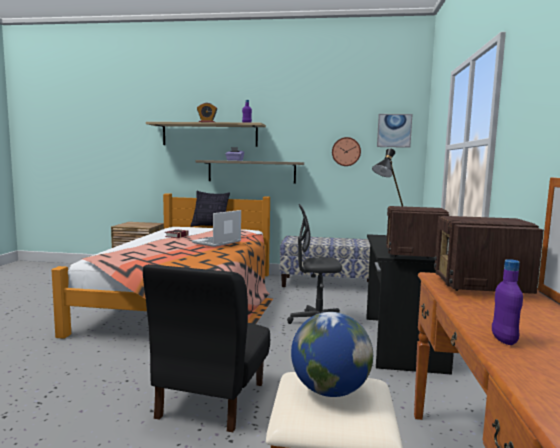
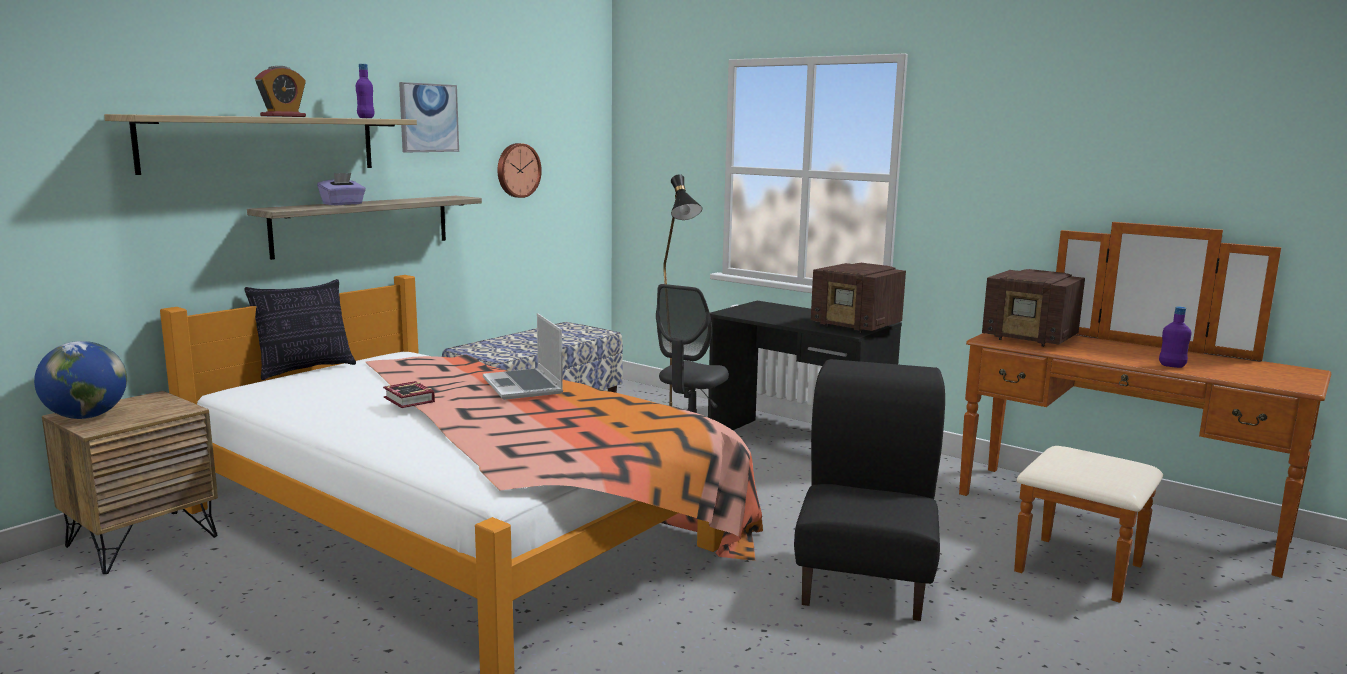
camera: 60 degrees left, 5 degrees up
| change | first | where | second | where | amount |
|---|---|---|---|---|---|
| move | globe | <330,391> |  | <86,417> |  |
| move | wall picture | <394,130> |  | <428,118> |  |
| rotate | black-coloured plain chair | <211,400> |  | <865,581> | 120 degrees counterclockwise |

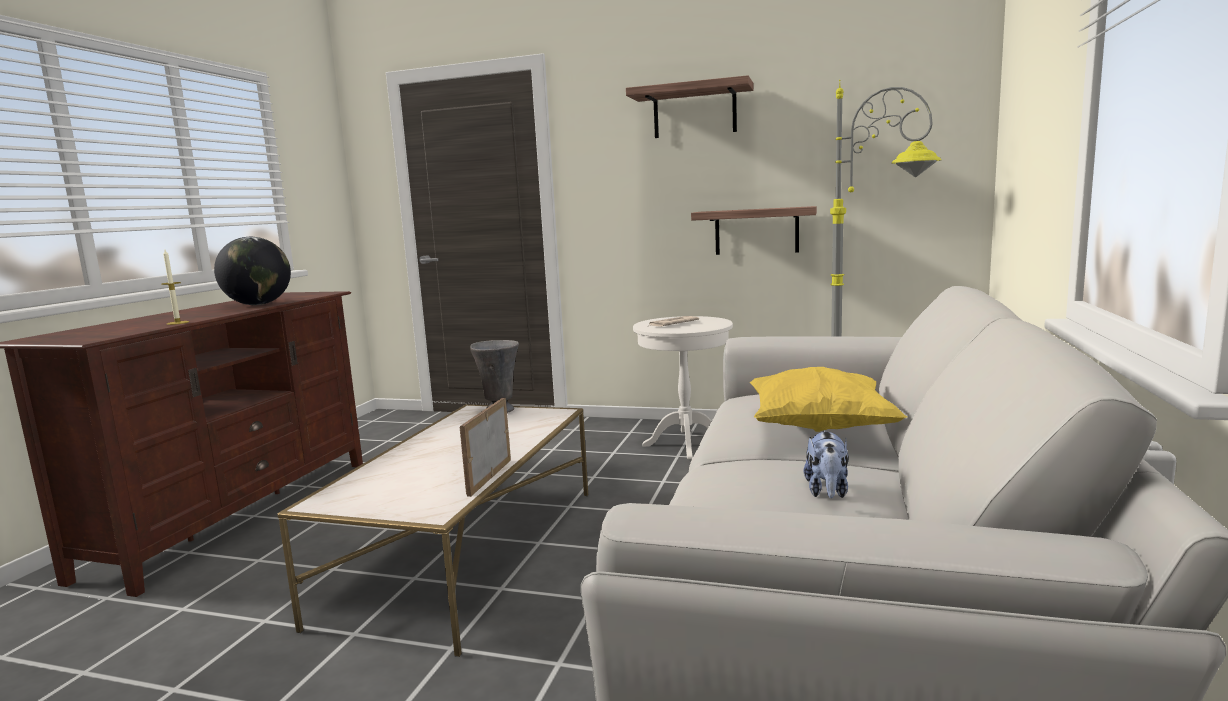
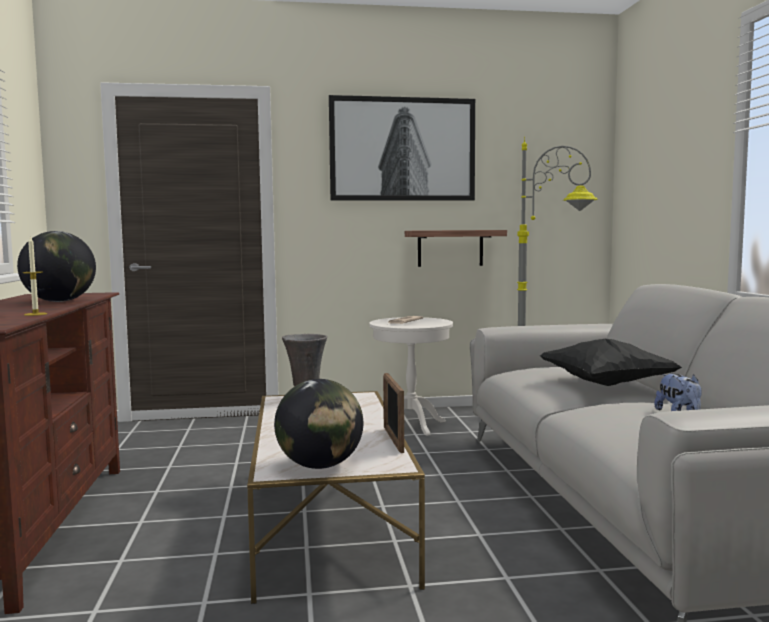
camera: 25 degrees left, 5 degrees down
| change | first | where | second | where | amount |
|---|---|---|---|---|---|
| insert |  |  | globe | <320,466> |  |
| replace | wall shelf | <694,111> | wall picture | <402,149> |  |
| recolor | yellow throw pillow | <819,428> | black-coloured throw pillow | <605,384> |  |

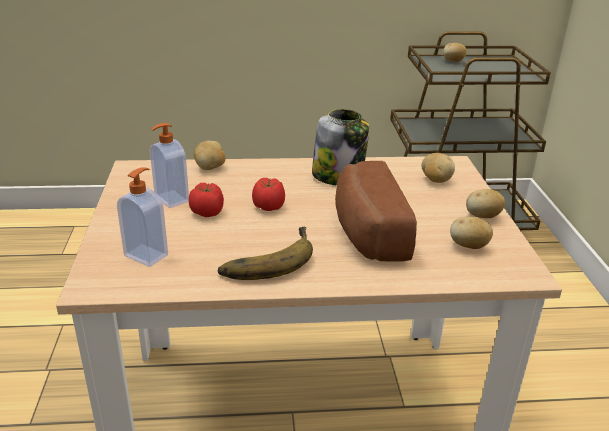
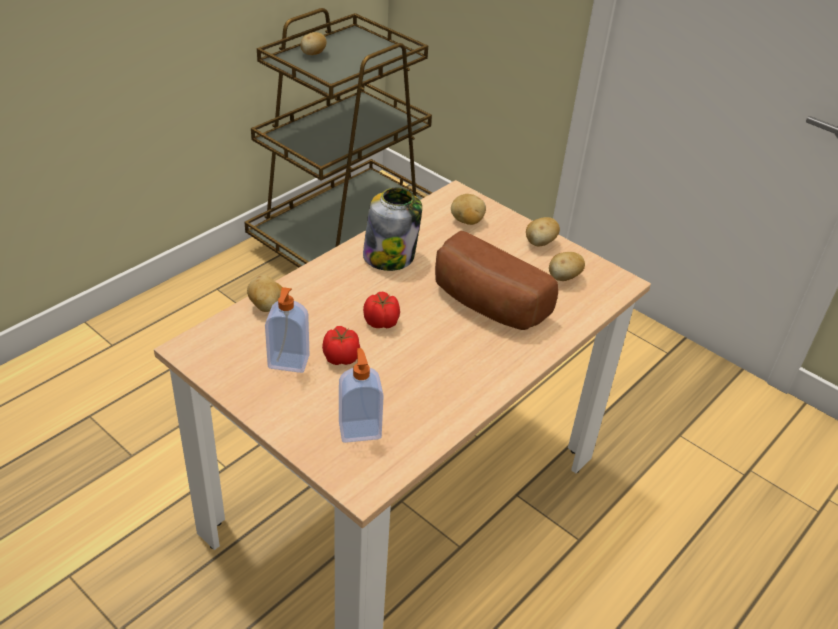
camera: 45 degrees left, 10 degrees up
| change | first | where | second | where | amount |
|---|---|---|---|---|---|
| delete | banana | <265,259> |  |  |  |

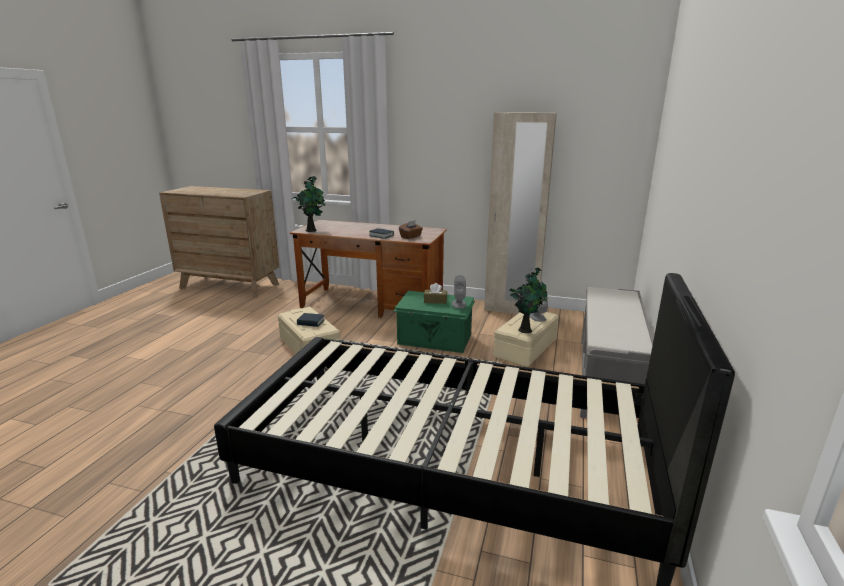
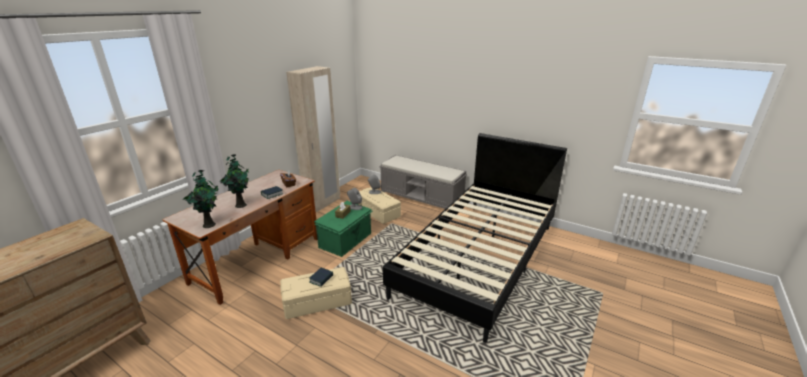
camera: 75 degrees left, 5 degrees up
| change | first | where | second | where | amount |
|---|---|---|---|---|---|
| move | plant in a pot | <526,330> |  | <240,205> |  |

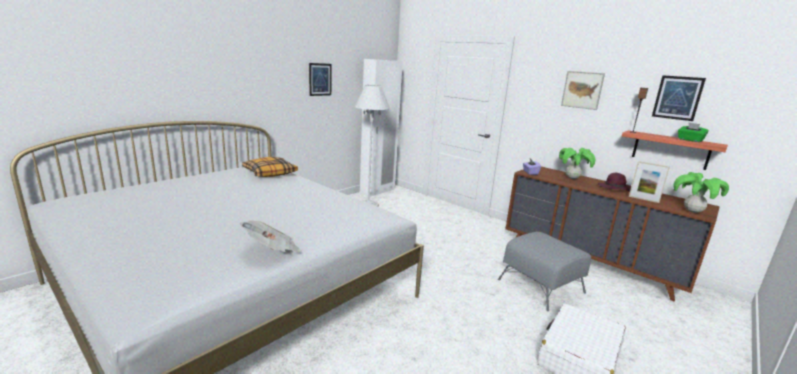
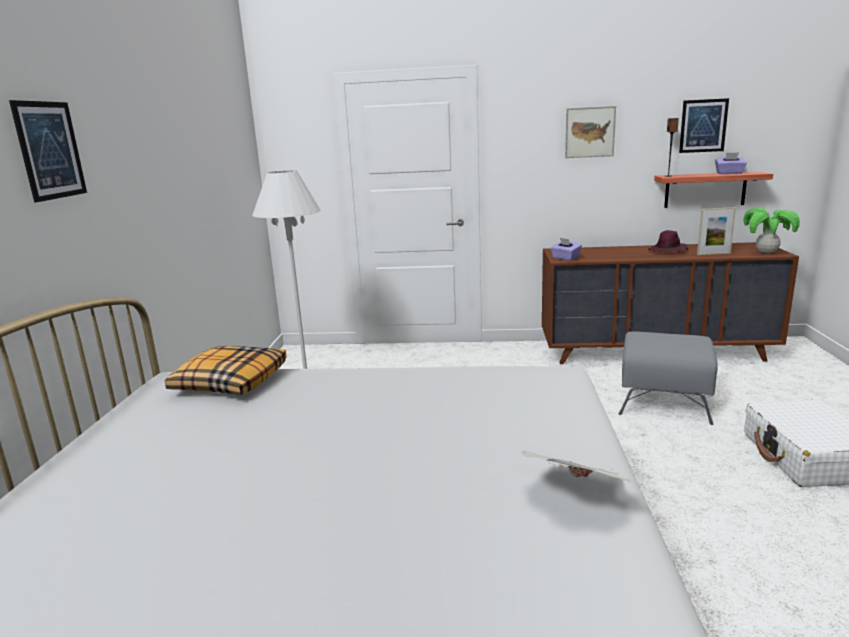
camera: 35 degrees left, 0 degrees up
| change | first | where | second | where | amount |
|---|---|---|---|---|---|
| move | wall picture | <320,79> |  | <50,150> |  |
| recolor | green tissue box | <690,140> | purple-coloured tissue box | <729,173> |  |
| delete | whitish clothes cupboard | <377,191> |  |  |  |
| delete | plant in a pot | <572,178> |  |  |  |

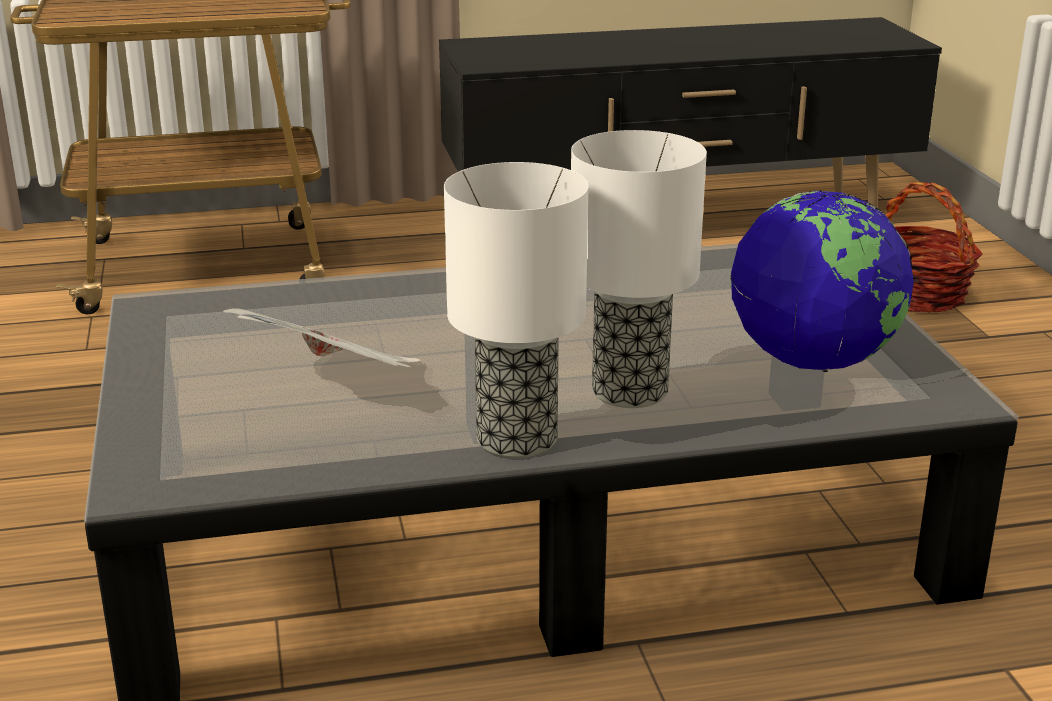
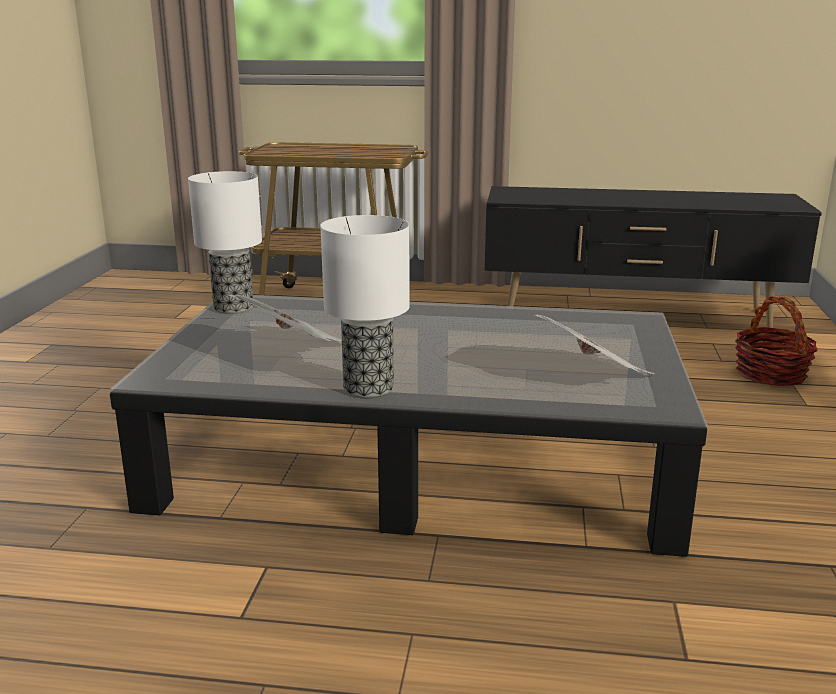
camera: 20 degrees right, 5 degrees down
| change | first | where | second | where | amount |
|---|---|---|---|---|---|
| move | tabletop lamp | <627,391> |  | <232,307> |  |
| replace | globe | <813,361> | printed paper | <591,375> |  |

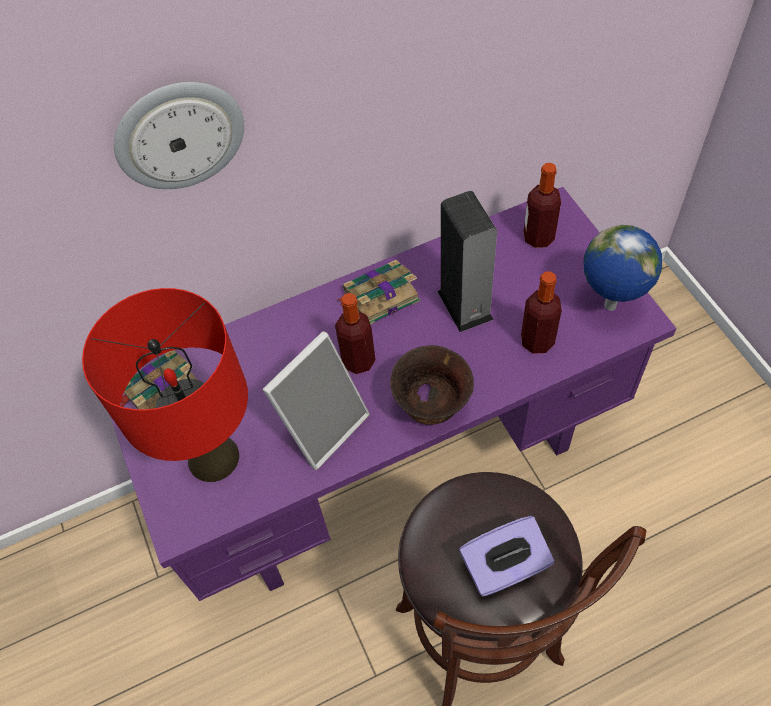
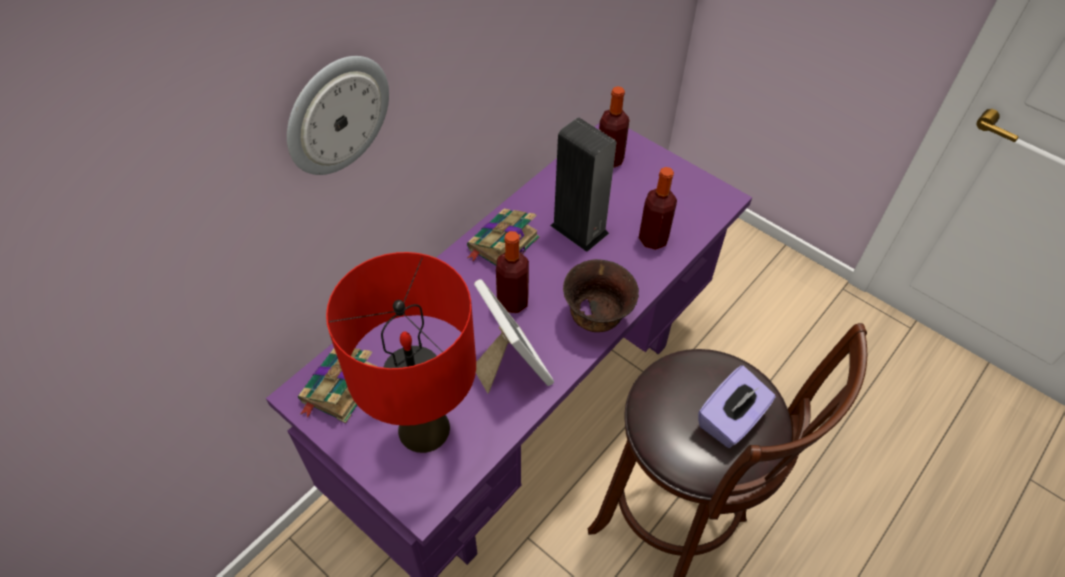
camera: 30 degrees left, 5 degrees down
| change | first | where | second | where | amount |
|---|---|---|---|---|---|
| rotate | standing frame | <322,425> |  | <510,365> | 45 degrees counterclockwise |
| delete | globe | <609,307> |  |  |  |

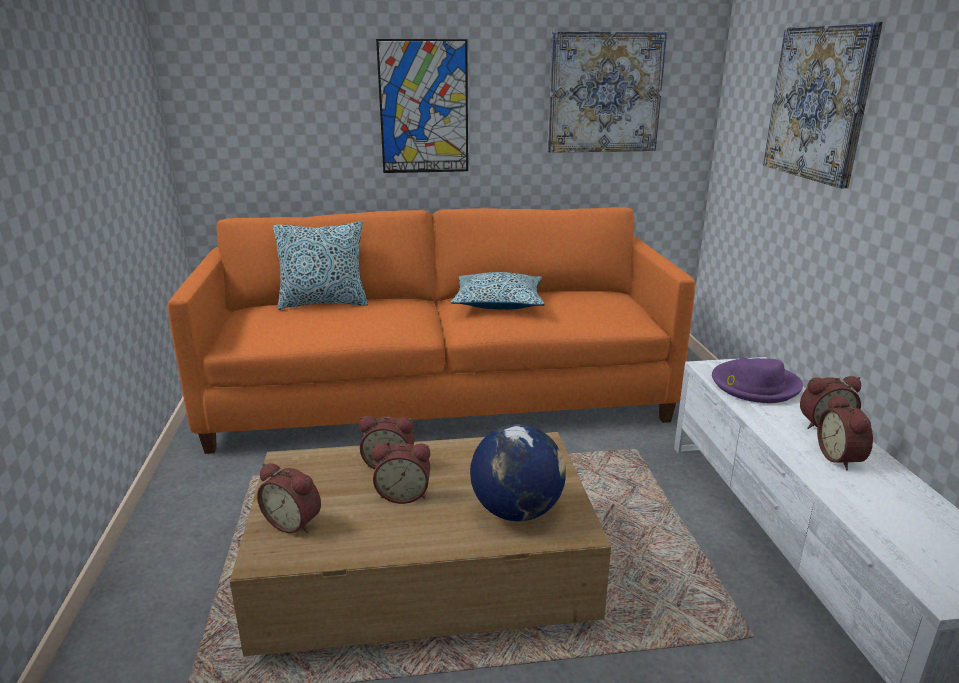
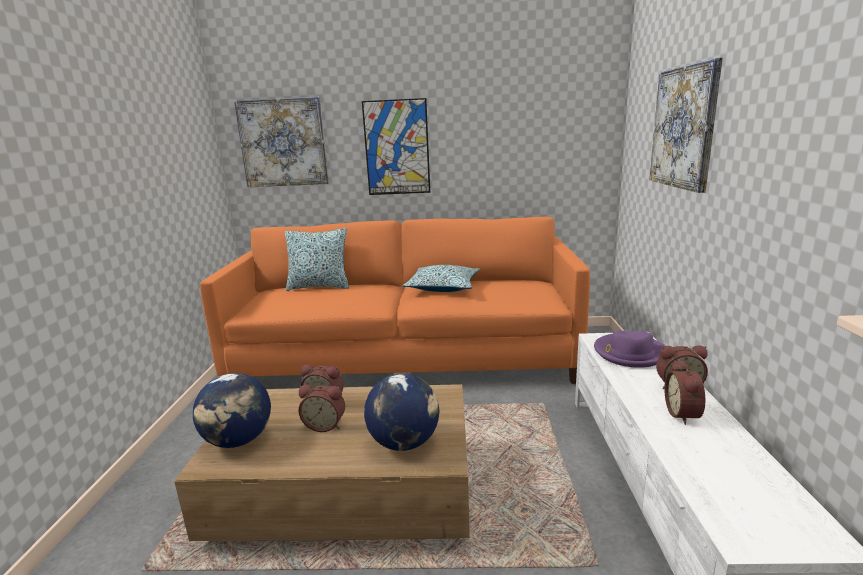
camera: 10 degrees right, 5 degrees down
| change | first | where | second | where | amount |
|---|---|---|---|---|---|
| replace | alarm clock | <294,522> | globe | <238,441> |  |
| move | wall picture | <604,93> |  | <283,143> |  |

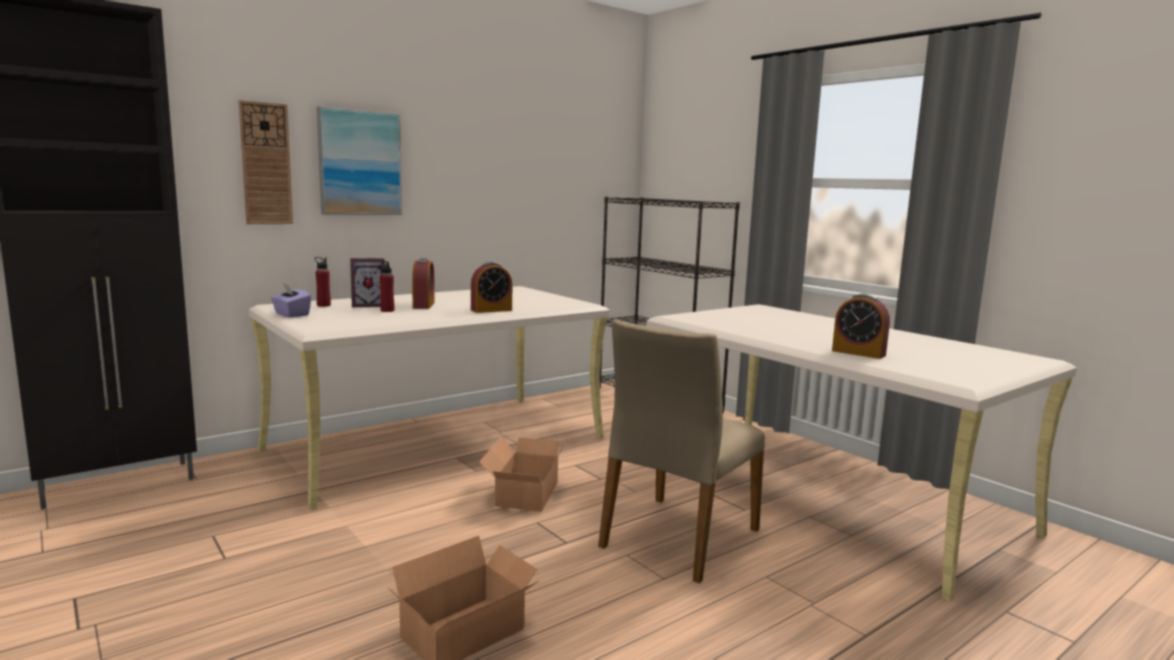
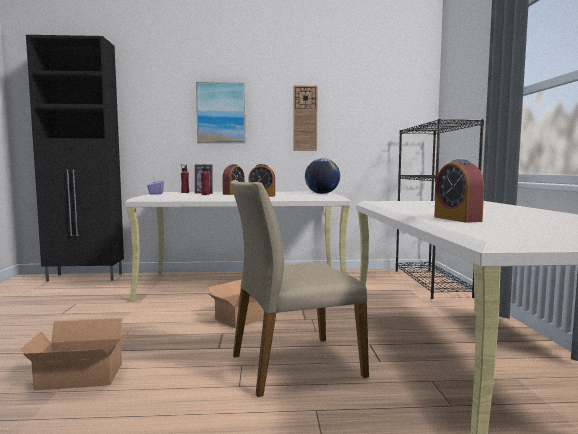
camera: 35 degrees right, 5 degrees down
| change | first | where | second | where | amount |
|---|---|---|---|---|---|
| move | hanging clock | <266,164> |  | <305,118> |  |
| insert |  |  | globe | <322,193> |  |

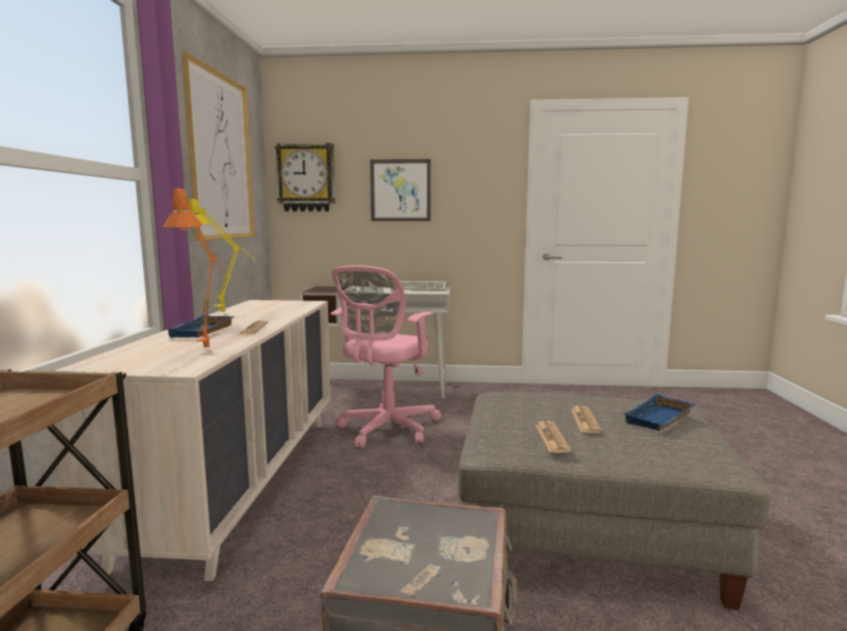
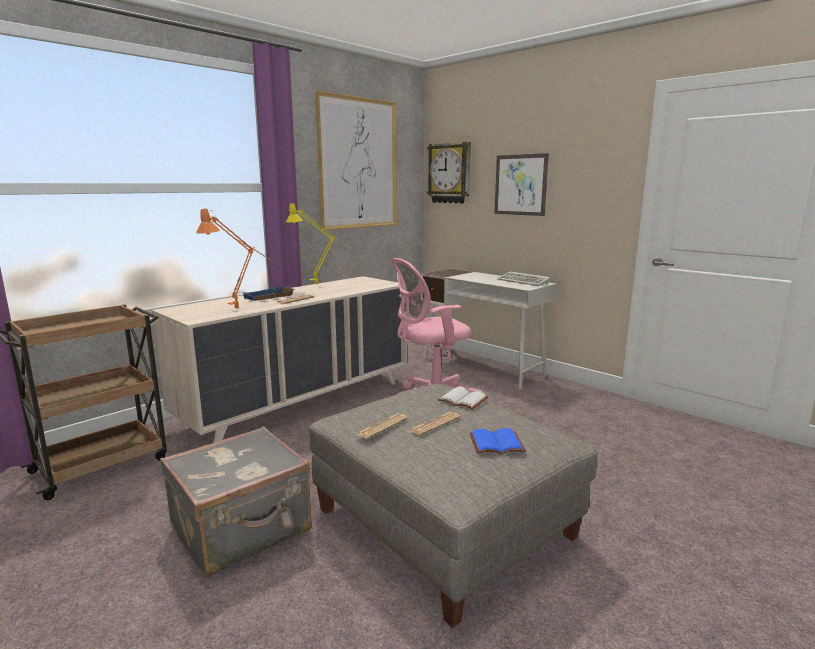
camera: 40 degrees right, 5 degrees up
| change | first | where | second | where | amount |
|---|---|---|---|---|---|
| insert |  |  | whitish bound book | <464,399> |  |
| replace | blue carrying tray | <660,419> | blue bound book | <496,444> |  |

